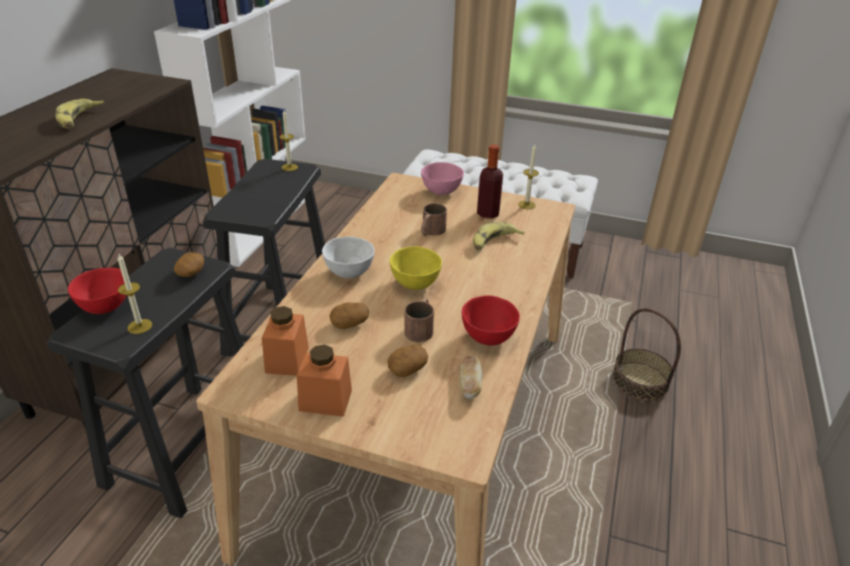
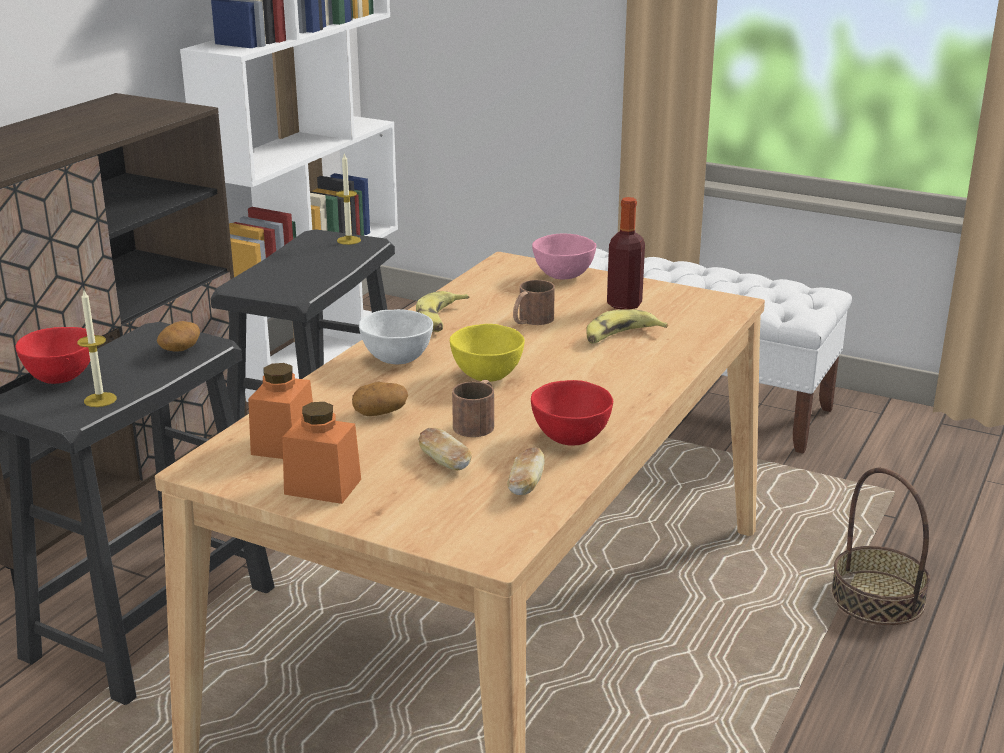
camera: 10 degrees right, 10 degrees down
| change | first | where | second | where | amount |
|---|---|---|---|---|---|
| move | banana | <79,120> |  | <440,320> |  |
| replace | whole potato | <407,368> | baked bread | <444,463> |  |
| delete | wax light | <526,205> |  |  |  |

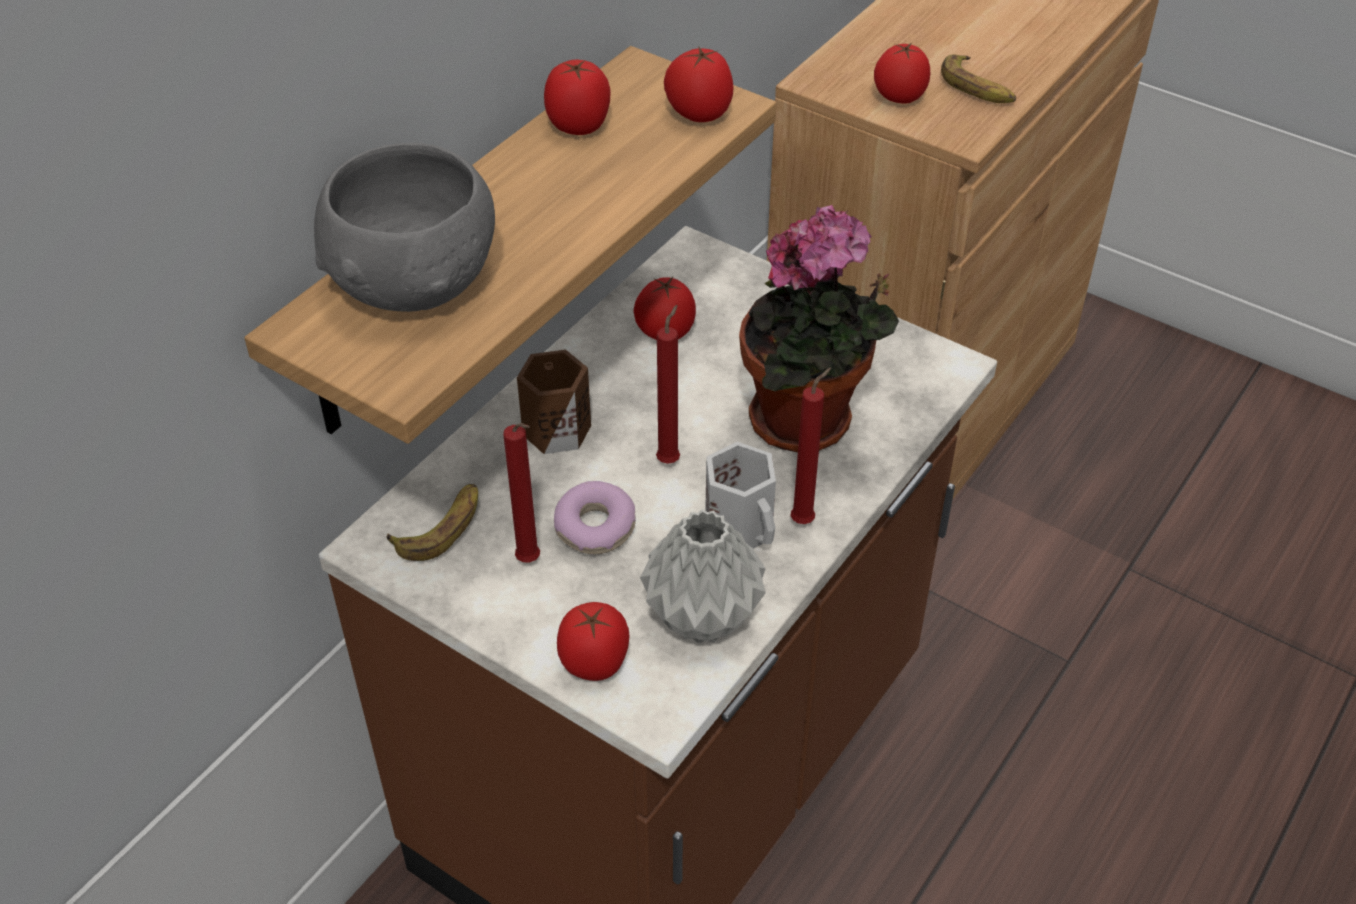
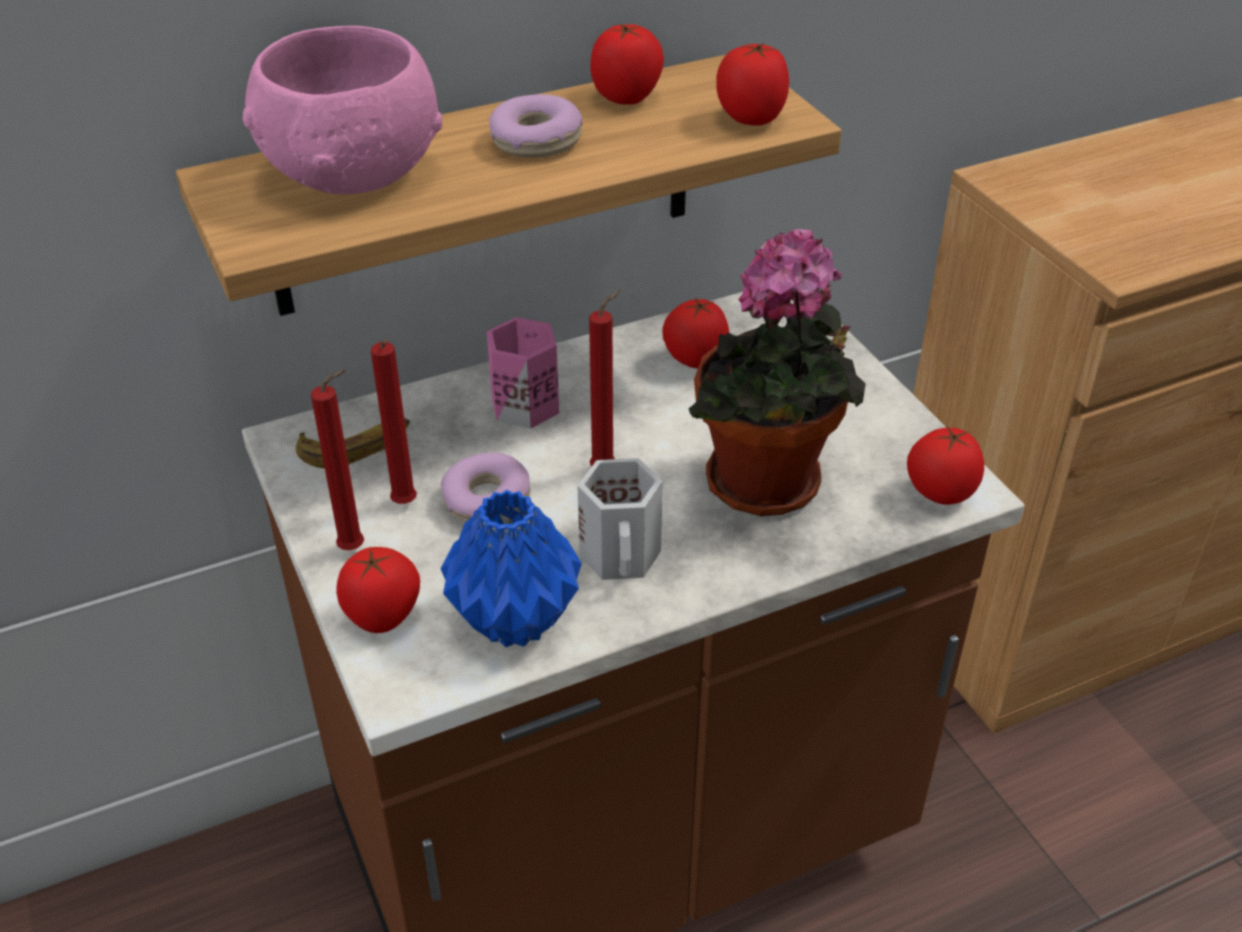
camera: 30 degrees right, 5 degrees down
| change | first | where | second | where | amount |
|---|---|---|---|---|---|
| recolor | grey bowl | <416,283> | pink bowl | <352,174> |  |
| move | red wax light | <805,520> |  | <356,548> |  |
| recolor | grey vase | <705,618> | blue vase | <517,622> |  |
| recolor | brownish tea mug | <554,428> | pink tea mug | <524,403> |  |
| insert |  |  | ring doughnut | <536,141> |  |
| move | fresh tomato | <898,98> |  | <939,493> |  |
| delete | banana | <977,88> |  |  |  |

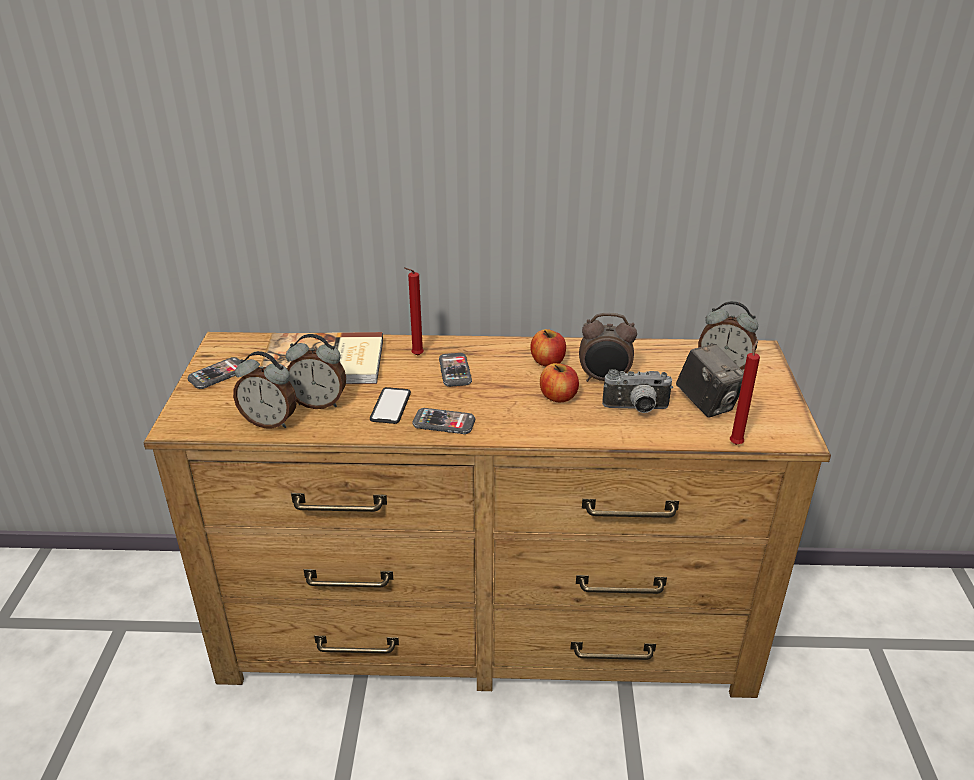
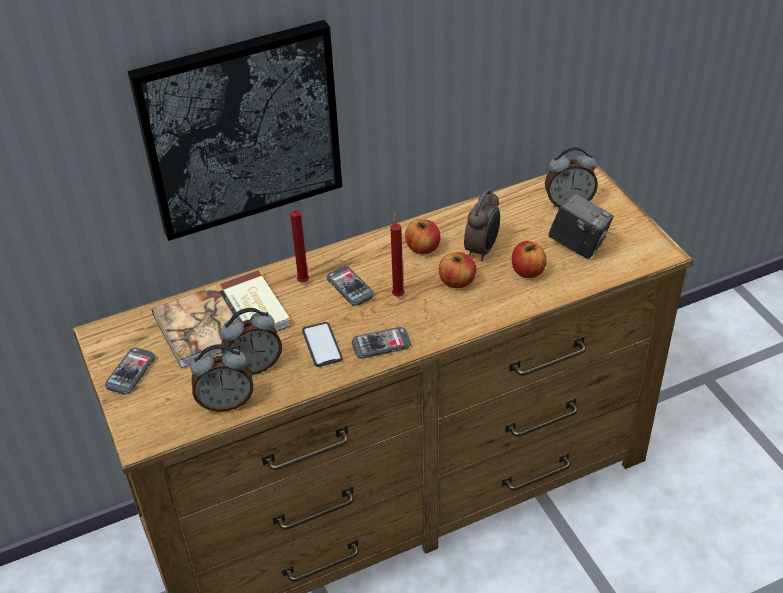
camera: 25 degrees left, 10 degrees up
| change | first | where | second | where | amount |
|---|---|---|---|---|---|
| insert |  |  | wall picture | <241,130> |  |
| move | red wax light | <736,443> |  | <398,294> |  |
| rotate | alarm clock | <604,379> |  | <482,250> | 45 degrees counterclockwise |
| replace | photo camera | <636,409> | apple | <527,271> |  |

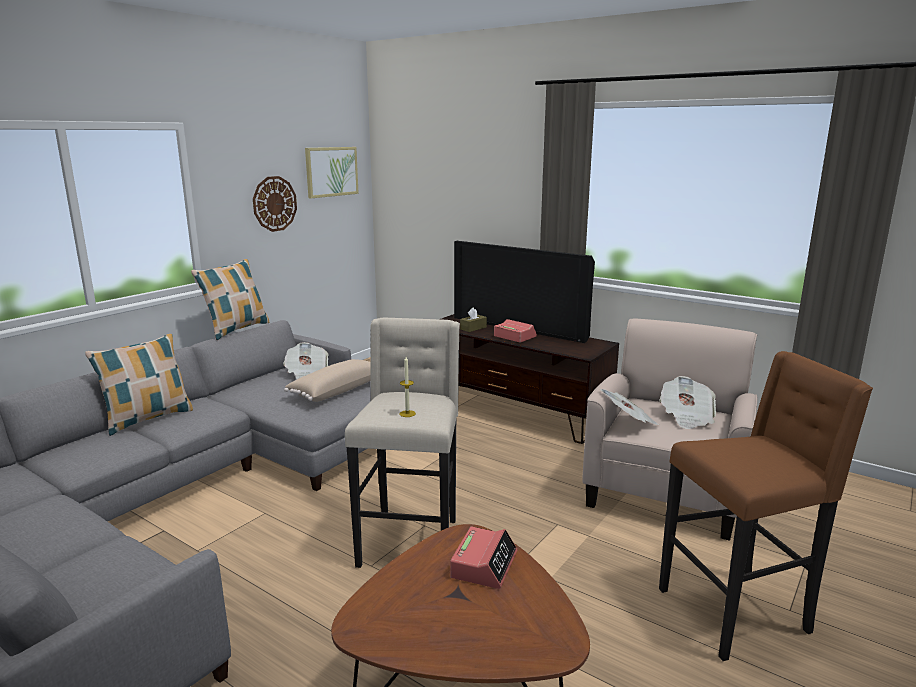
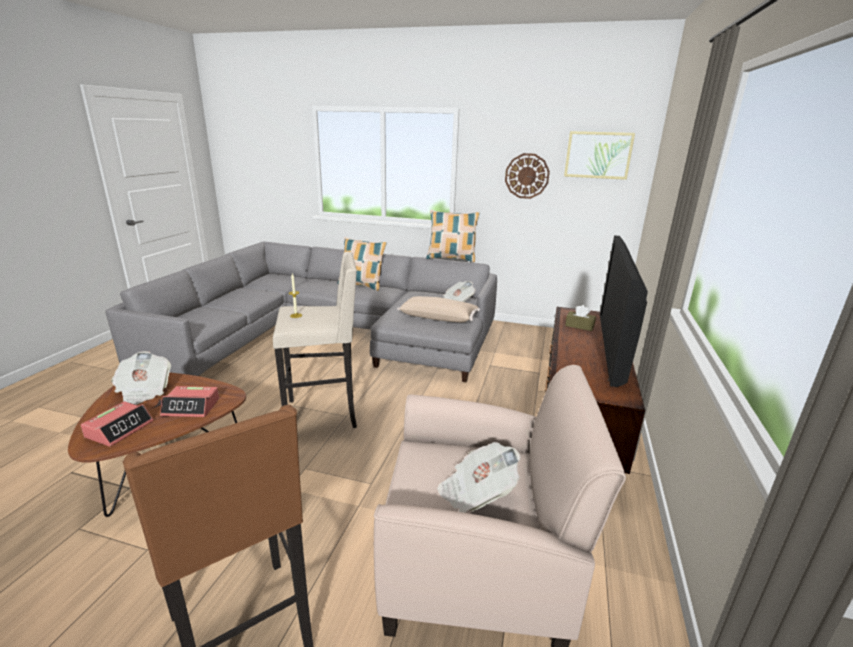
camera: 70 degrees right, 5 degrees up
| change | first | where | second | where | amount |
|---|---|---|---|---|---|
| move | alarm clock | <514,336> |  | <120,429> |  |
| move | printed paper | <628,421> |  | <144,391> |  |

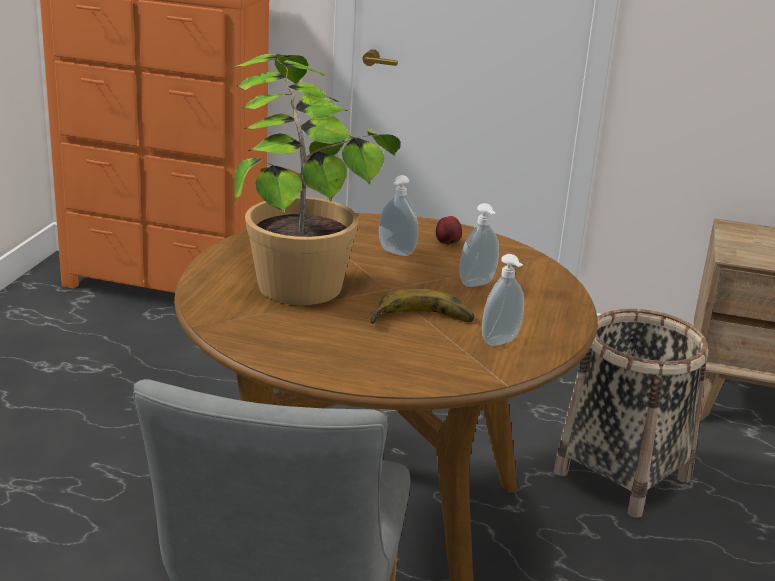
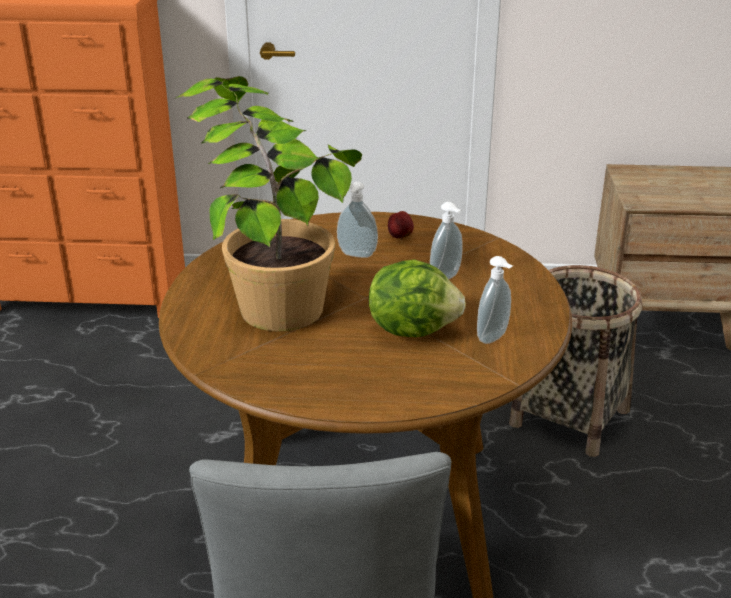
camera: 10 degrees left, 5 degrees up
| change | first | where | second | where | amount |
|---|---|---|---|---|---|
| replace | banana | <422,322> | lettuce | <413,329> |  |

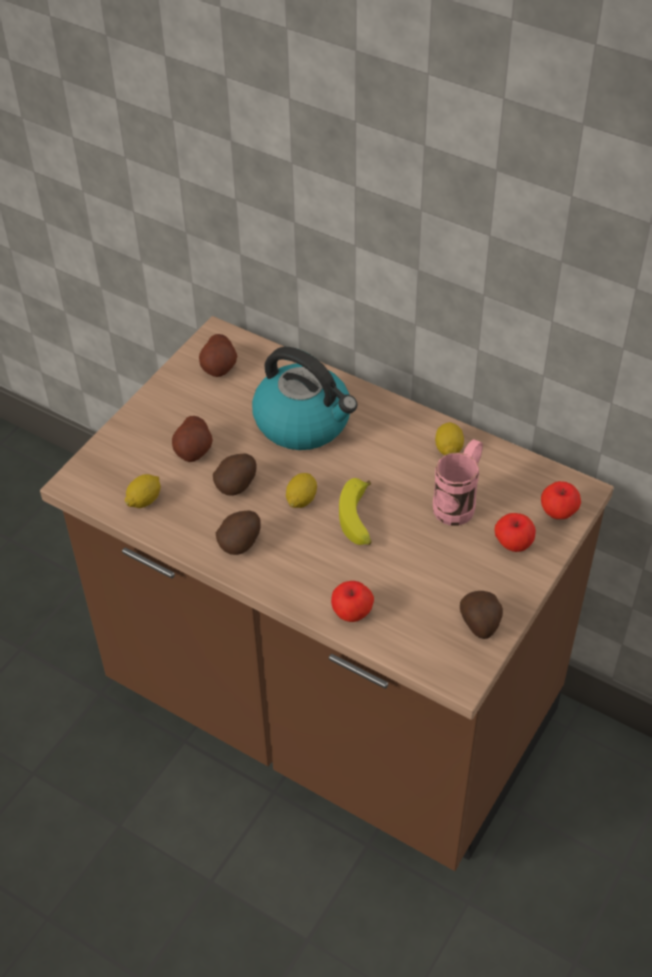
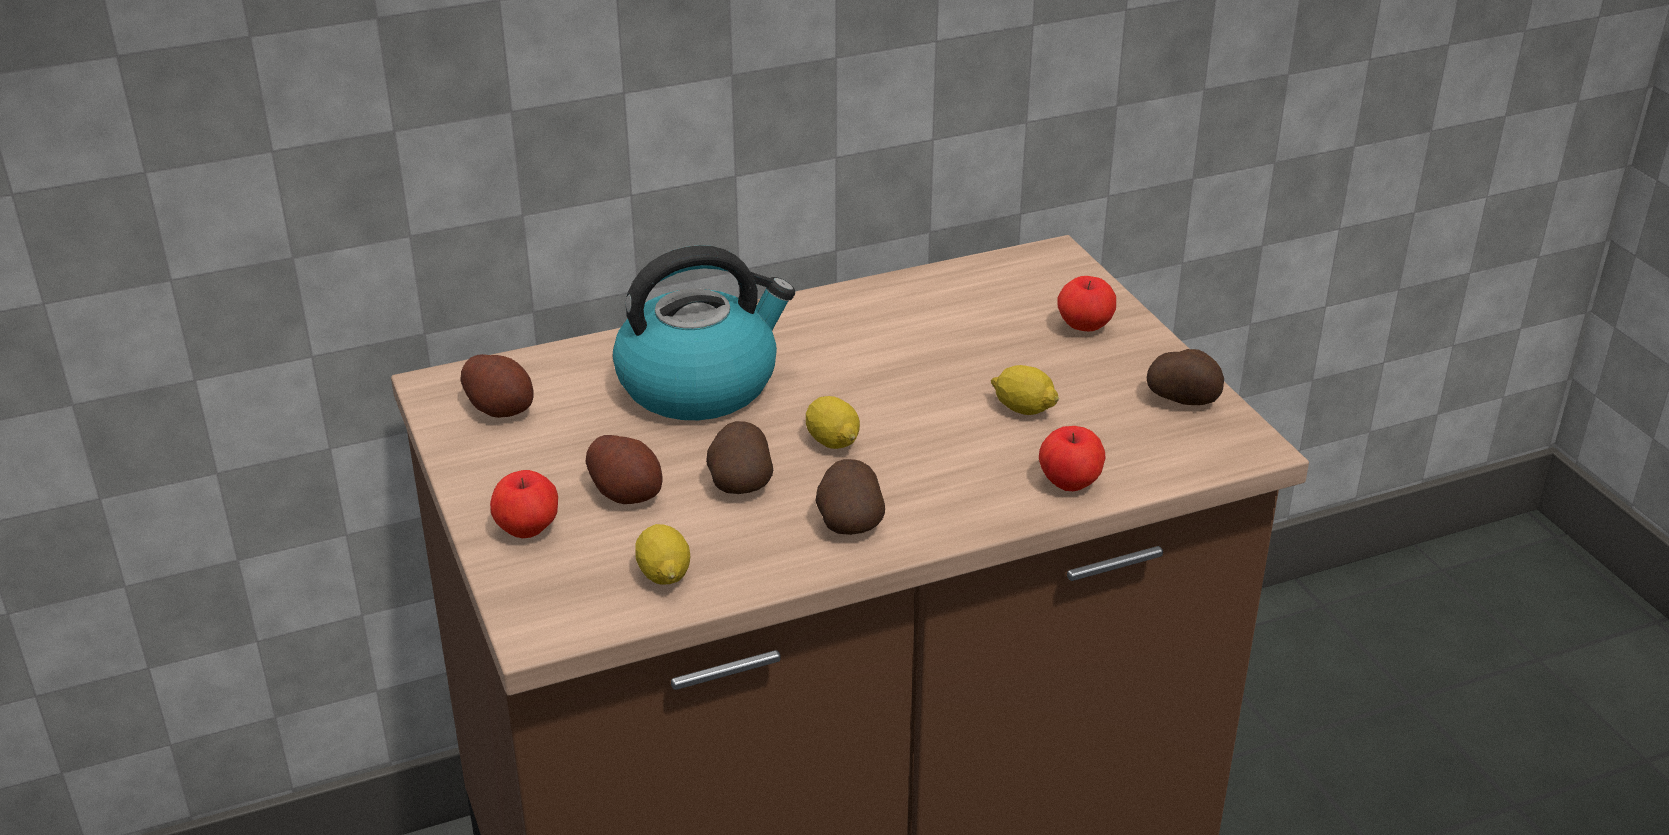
camera: 55 degrees left, 15 degrees down
| change | first | where | second | where | amount |
|---|---|---|---|---|---|
| move | apple | <558,513> |  | <528,529> |  |
| move | whole lemon | <448,448> |  | <1023,408> |  |
| delete | banana | <359,520> |  |  |  |
| delete | pink tea mug | <459,502> |  |  |  |

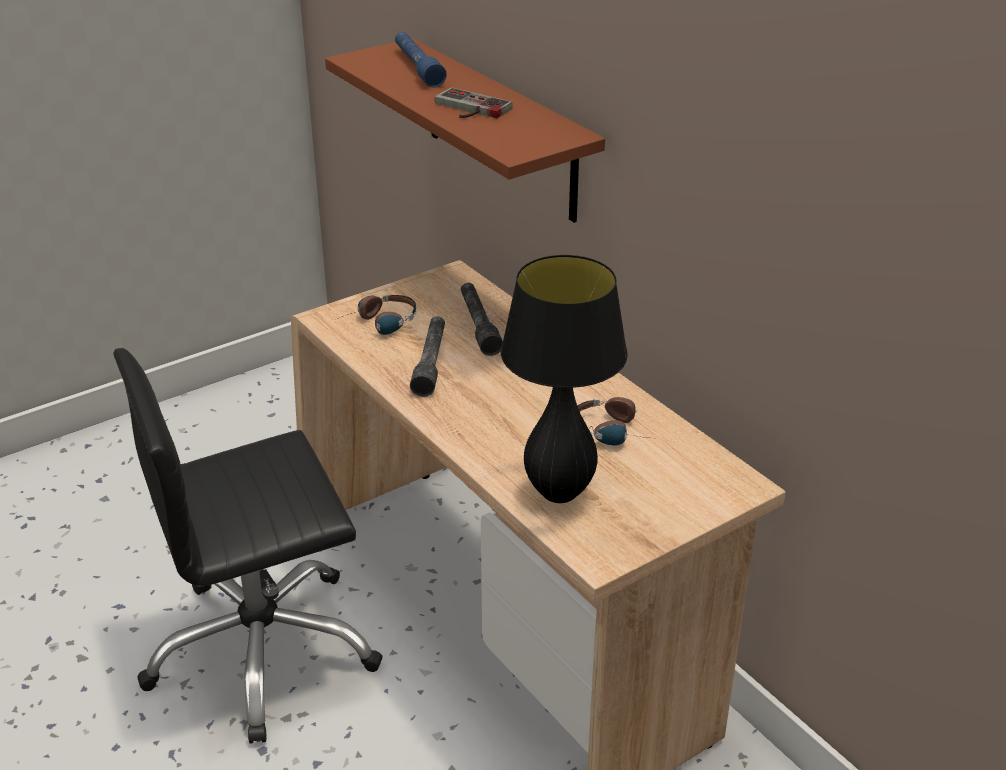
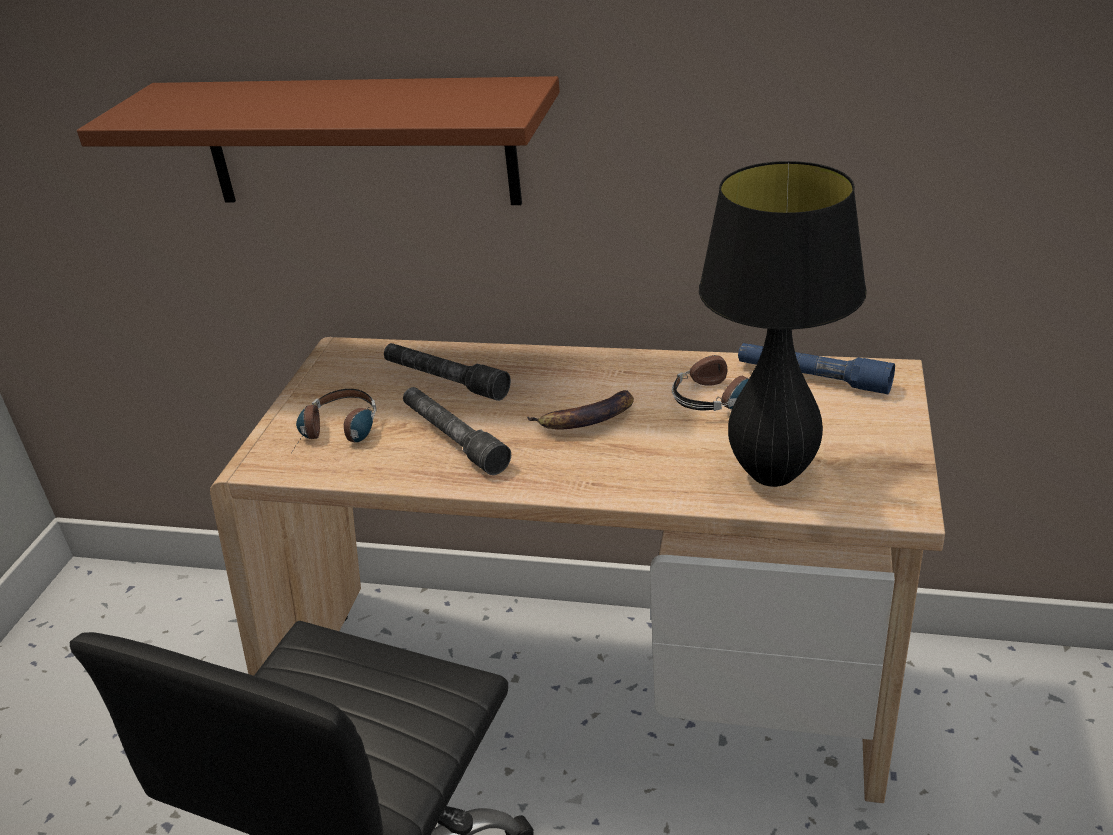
camera: 40 degrees left, 0 degrees up
| change | first | where | second | where | amount |
|---|---|---|---|---|---|
| insert |  |  | banana | <586,420> |  |
| move | blue torch | <418,67> |  | <812,378> |  |
| delete | game controller | <468,109> |  |  |  |

